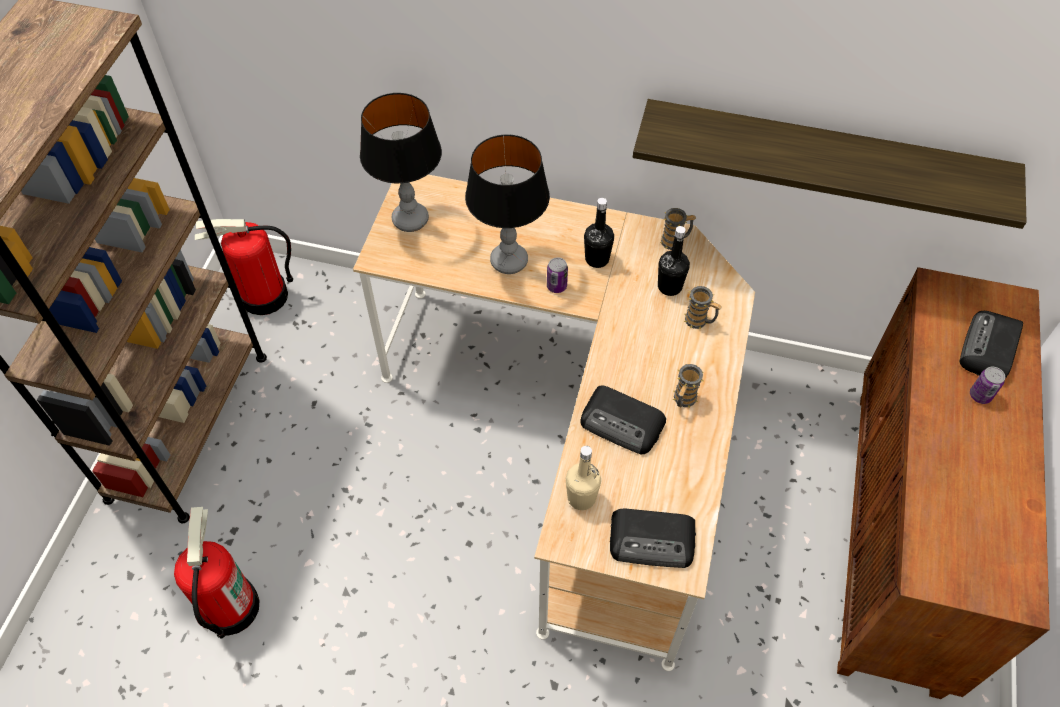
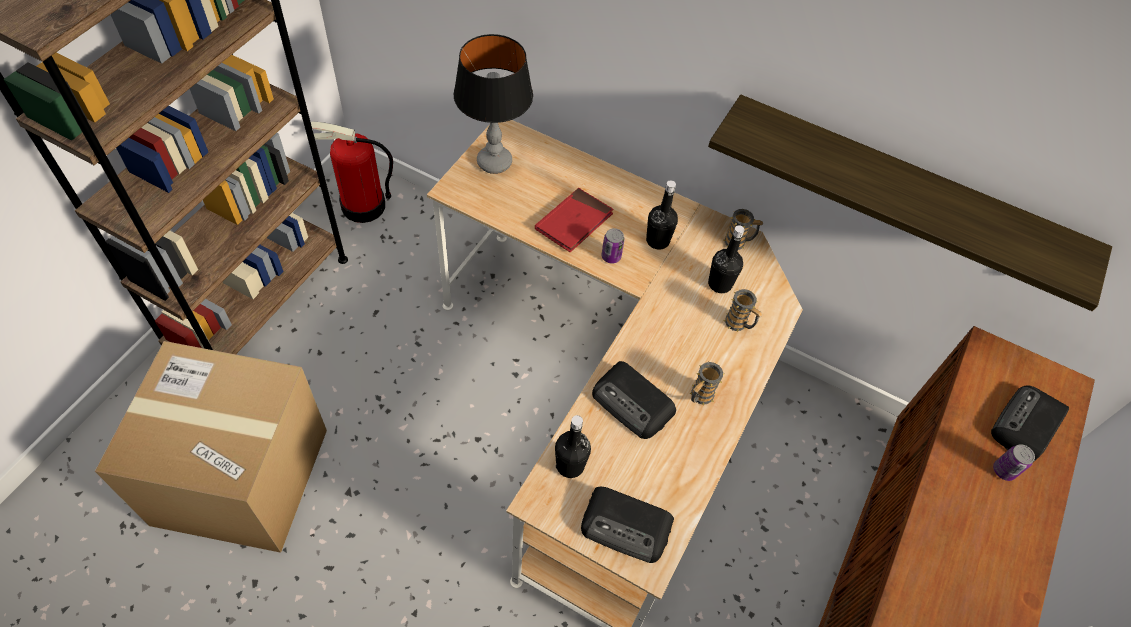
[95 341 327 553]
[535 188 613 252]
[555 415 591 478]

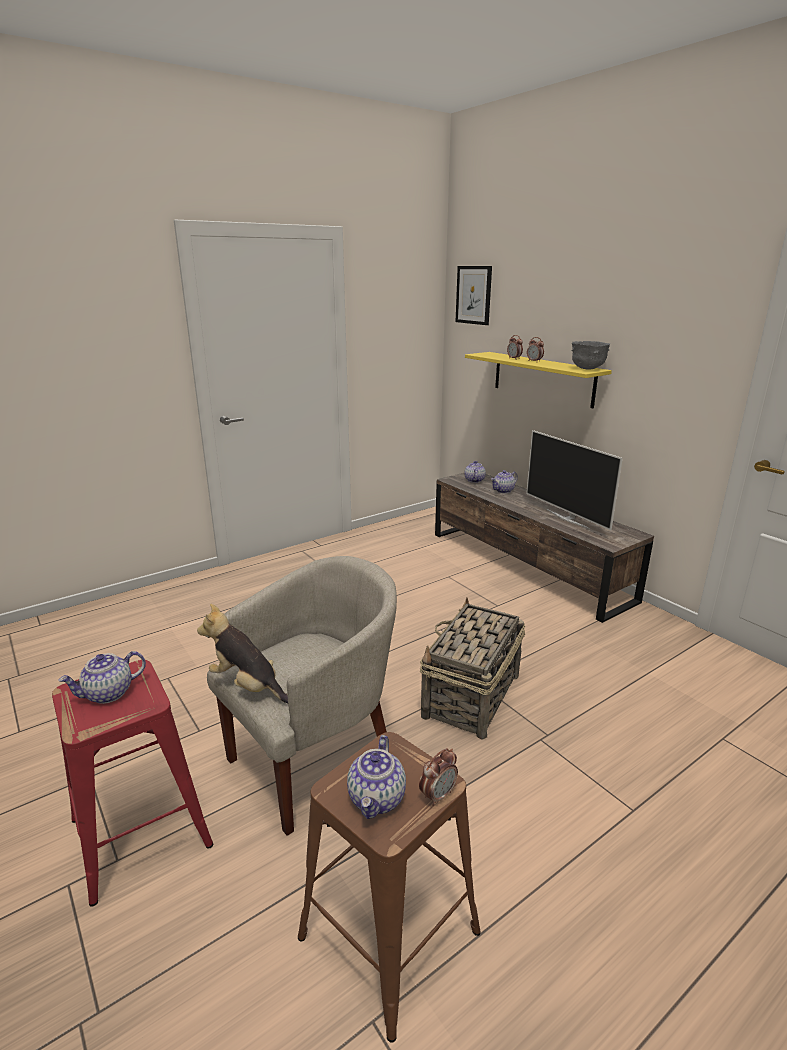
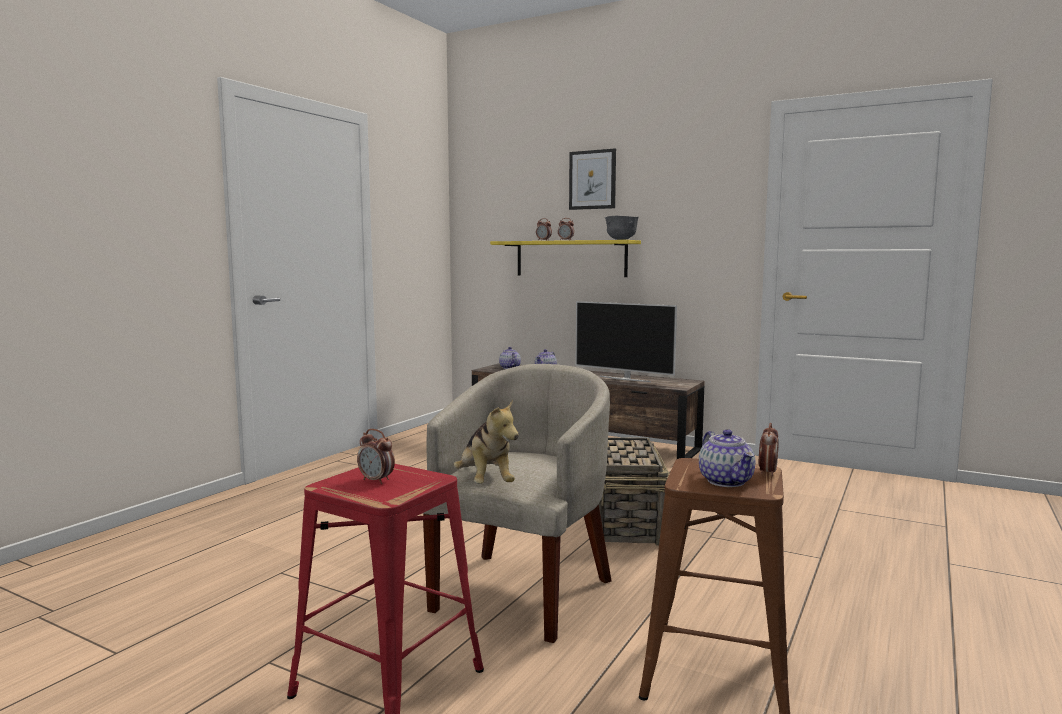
[569 149 616 210]
[357 429 395 484]
[454 400 519 484]

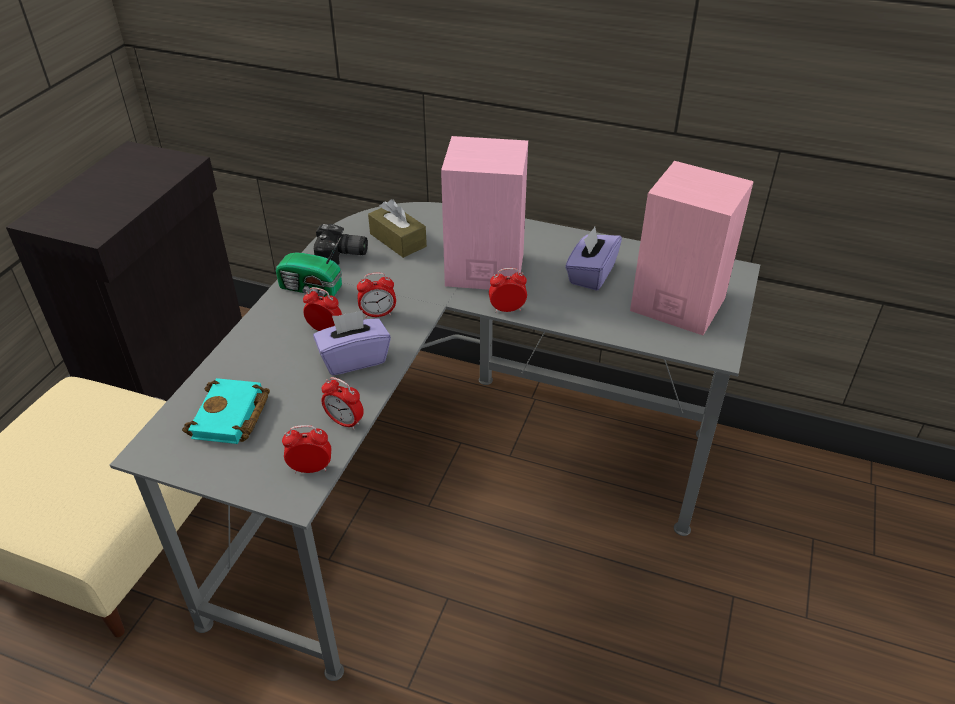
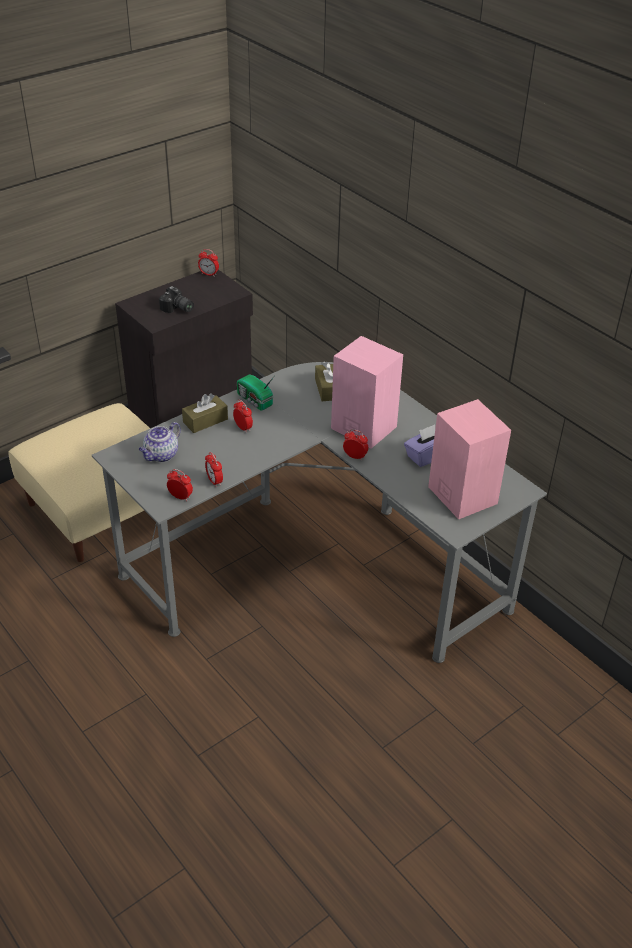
[313 310 391 375] (first image)
[182 393 228 433]
[159 286 194 313]
[198 249 219 277]
[139 422 181 462]

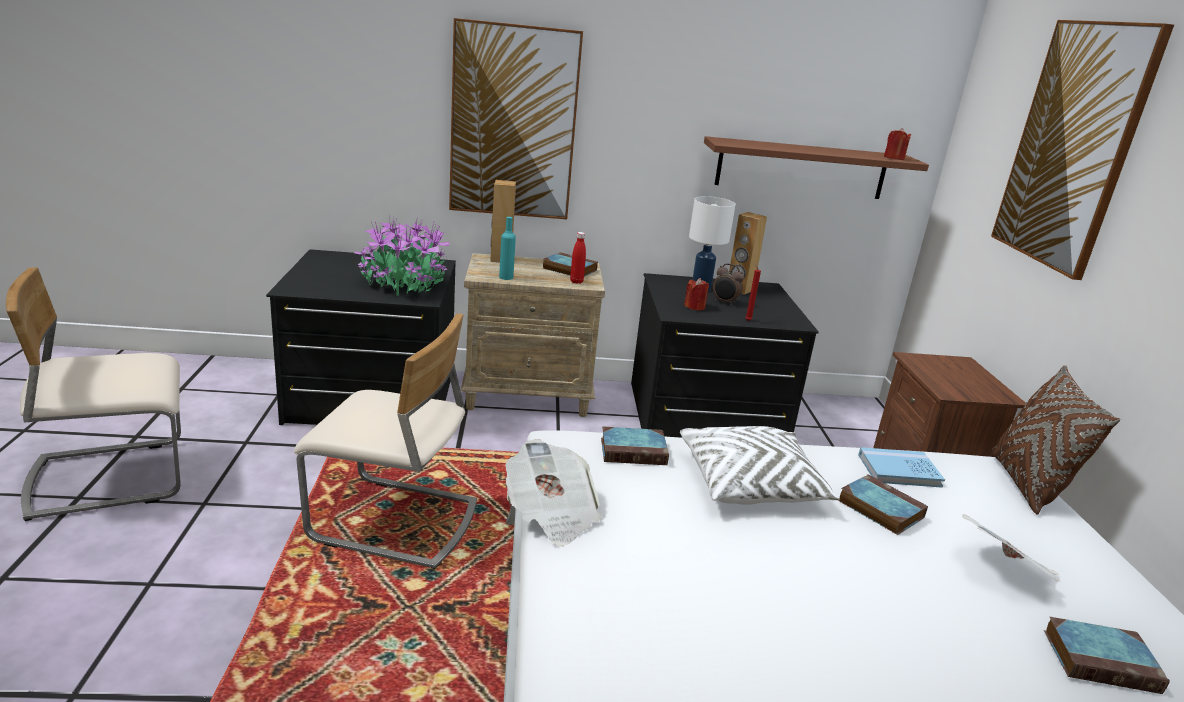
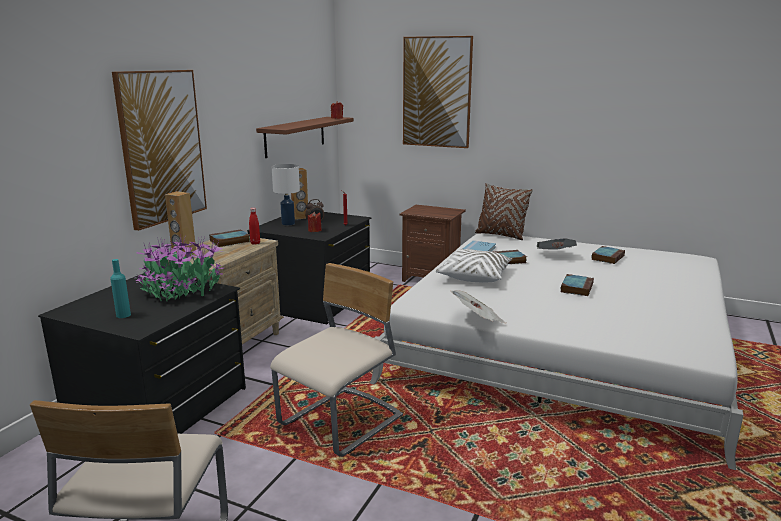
[110 259 131 318]
[561 274 594 296]

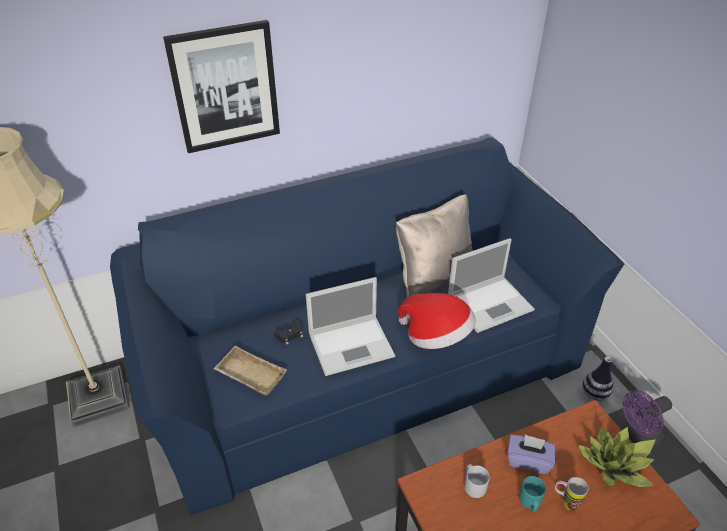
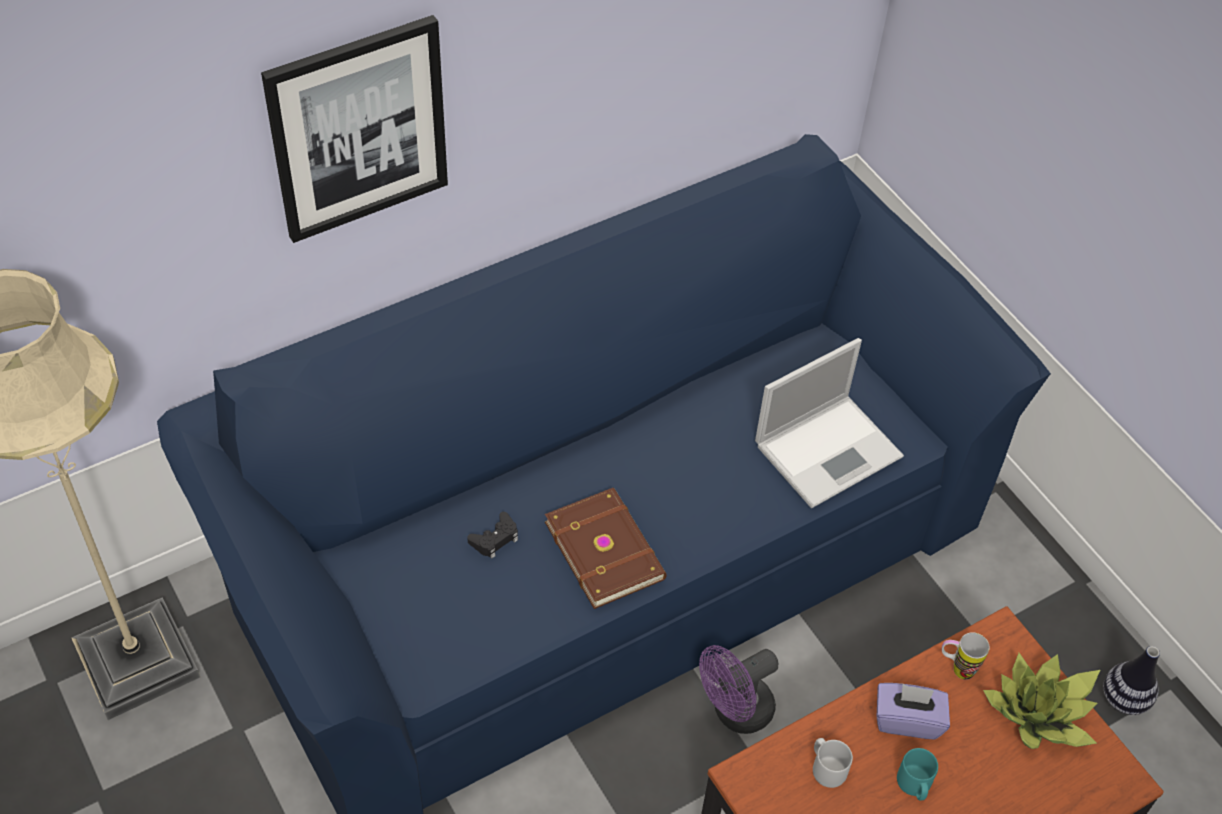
[213 345 287 396] (first image)
[396 194 473 298] (first image)
[398 293 476 349] (first image)
[942 632 990 680]
[1103 646 1160 715]
[699 645 778 734]
[545 488 667 609]

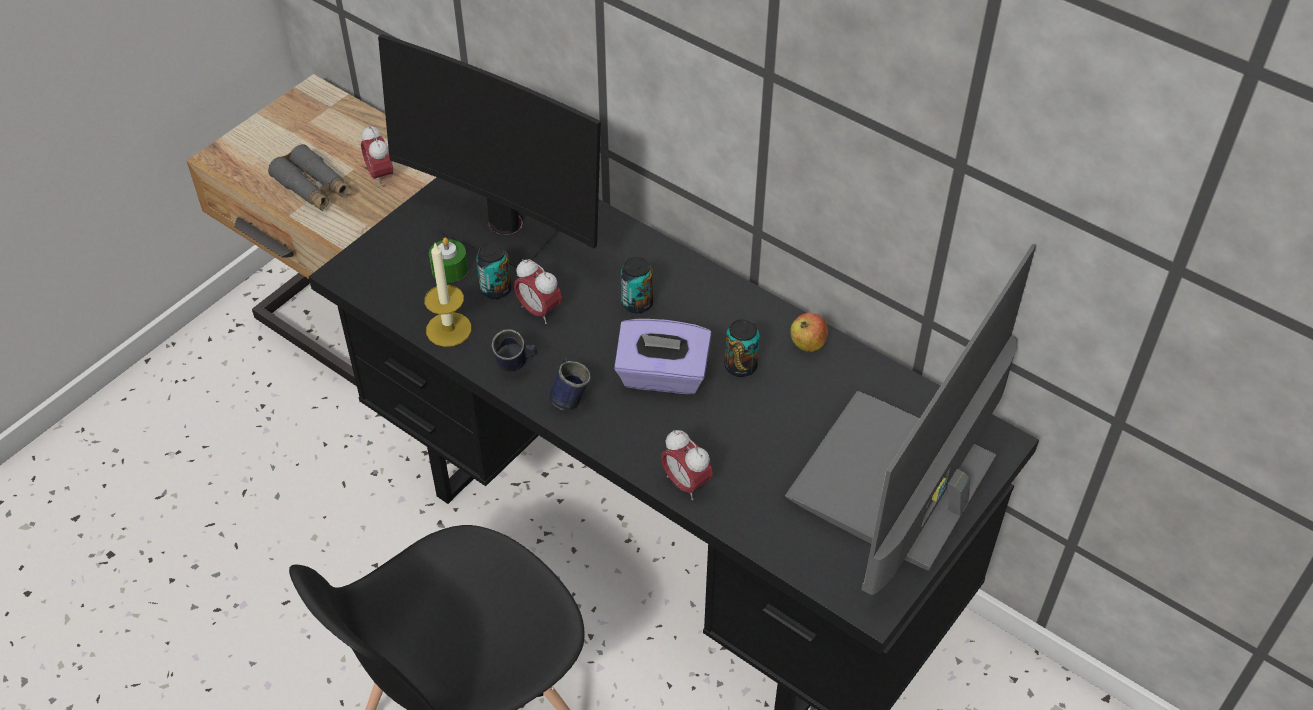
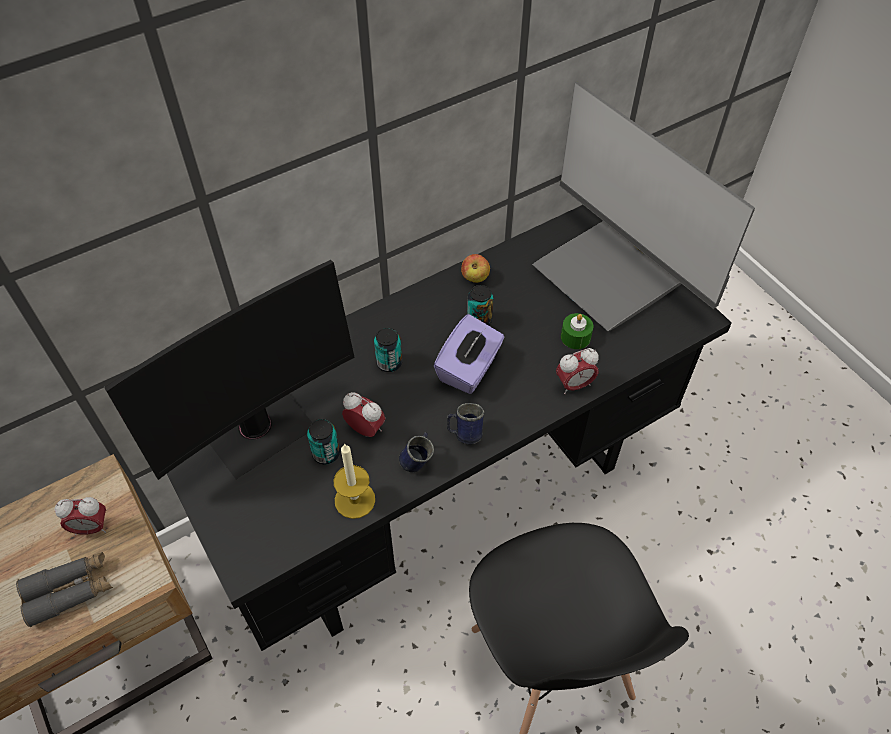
[561 313 593 349]
[342 392 385 437]

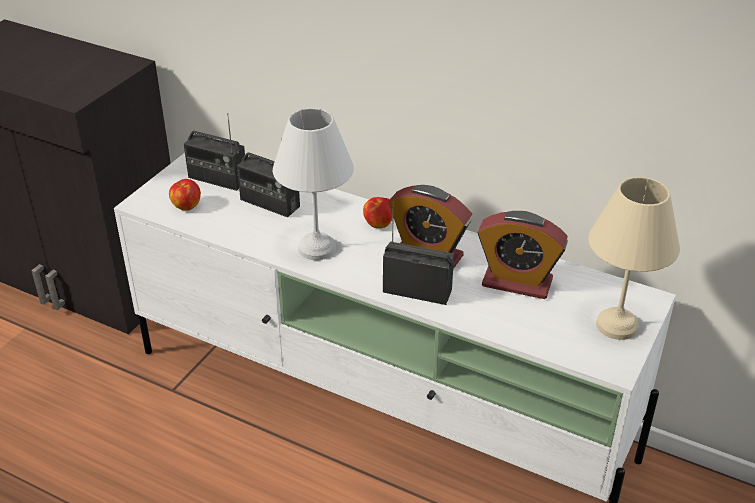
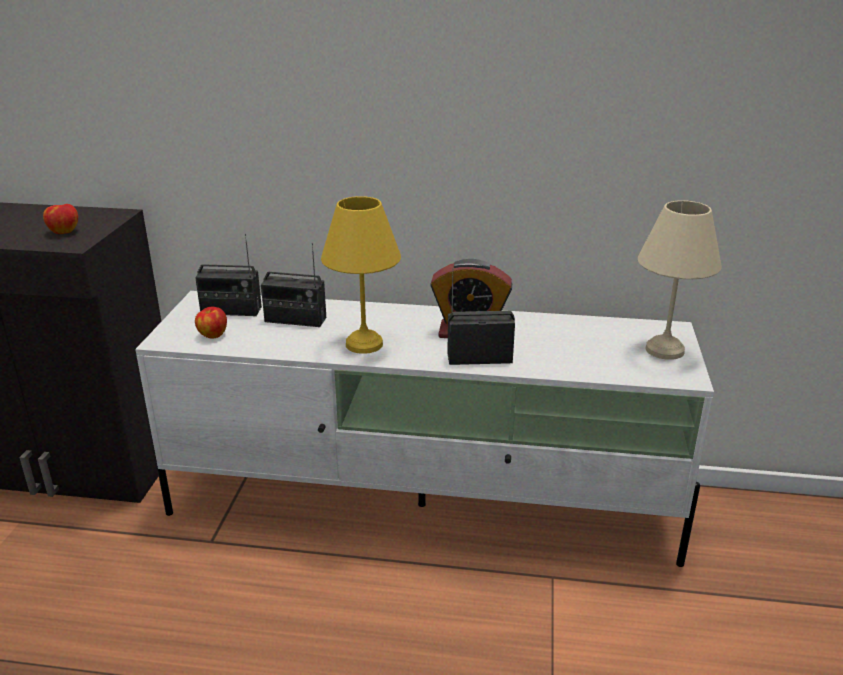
[478 211 568 299] (first image)
[43 204 78 234]
[321 196 401 354]

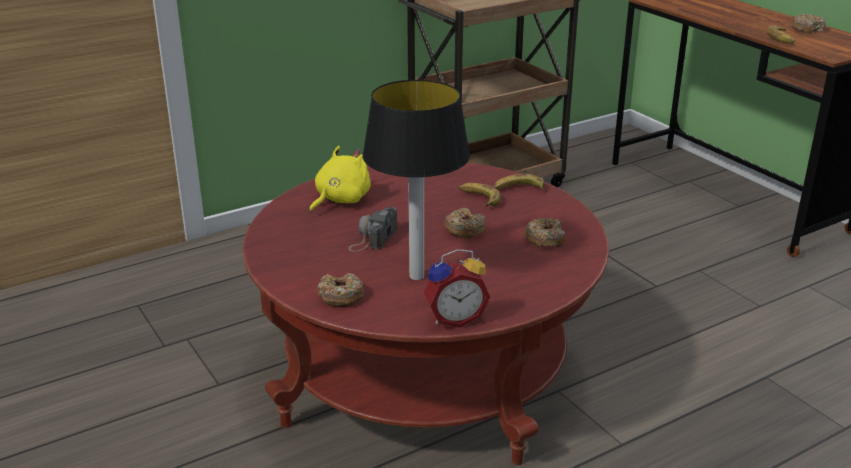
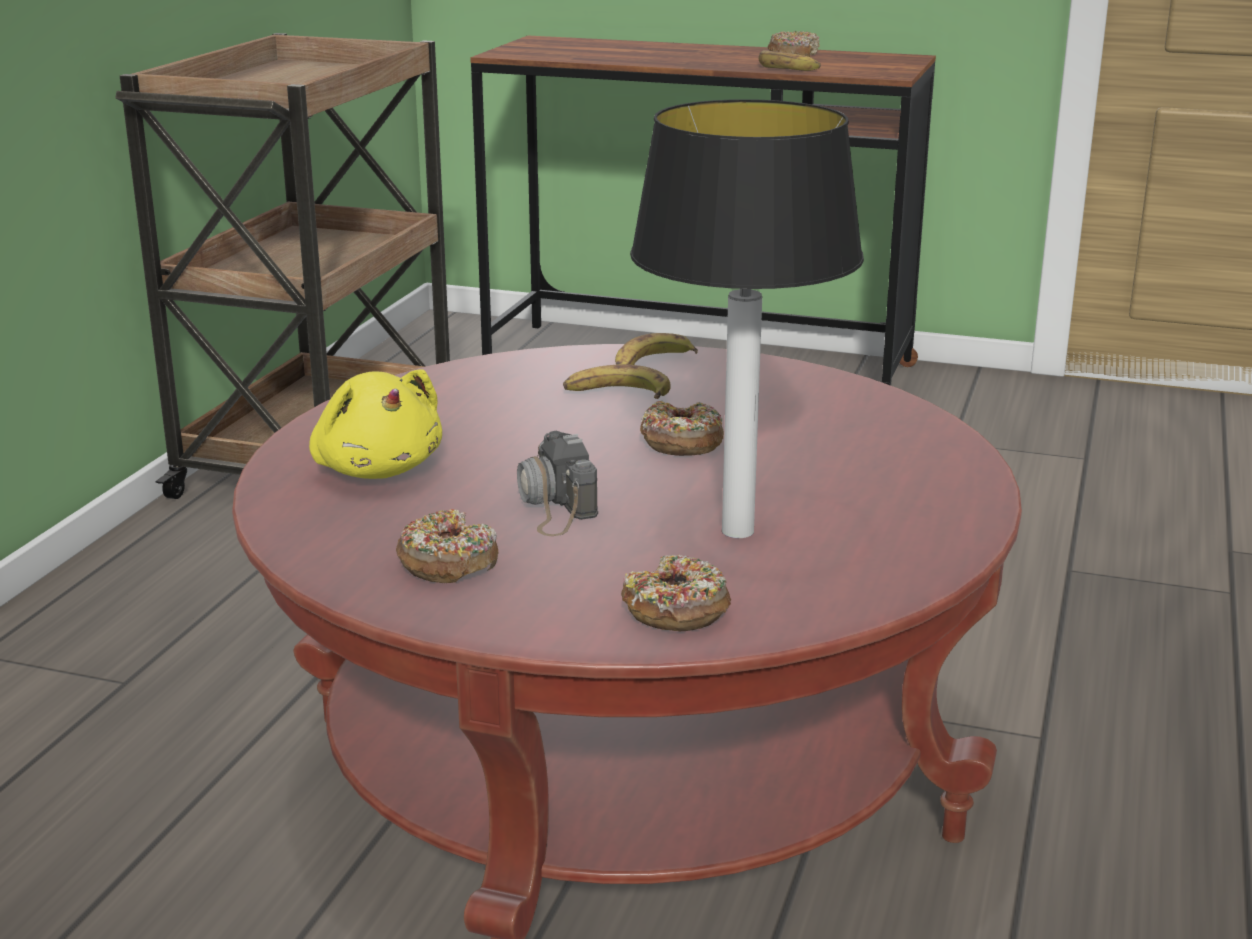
[424 249 490 328] (first image)
[396 509 499 583]
[309 370 442 479]

